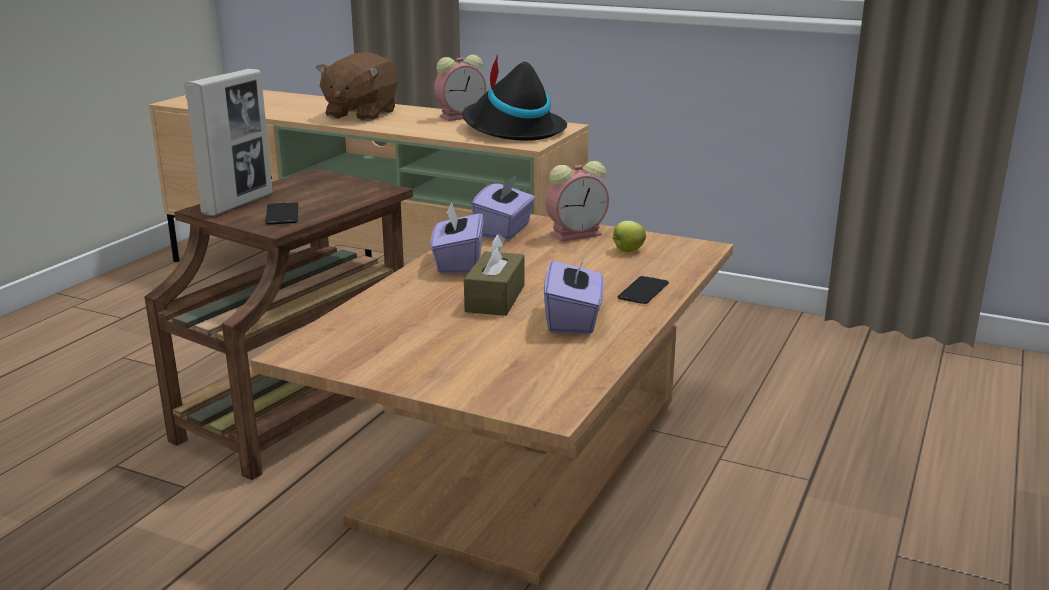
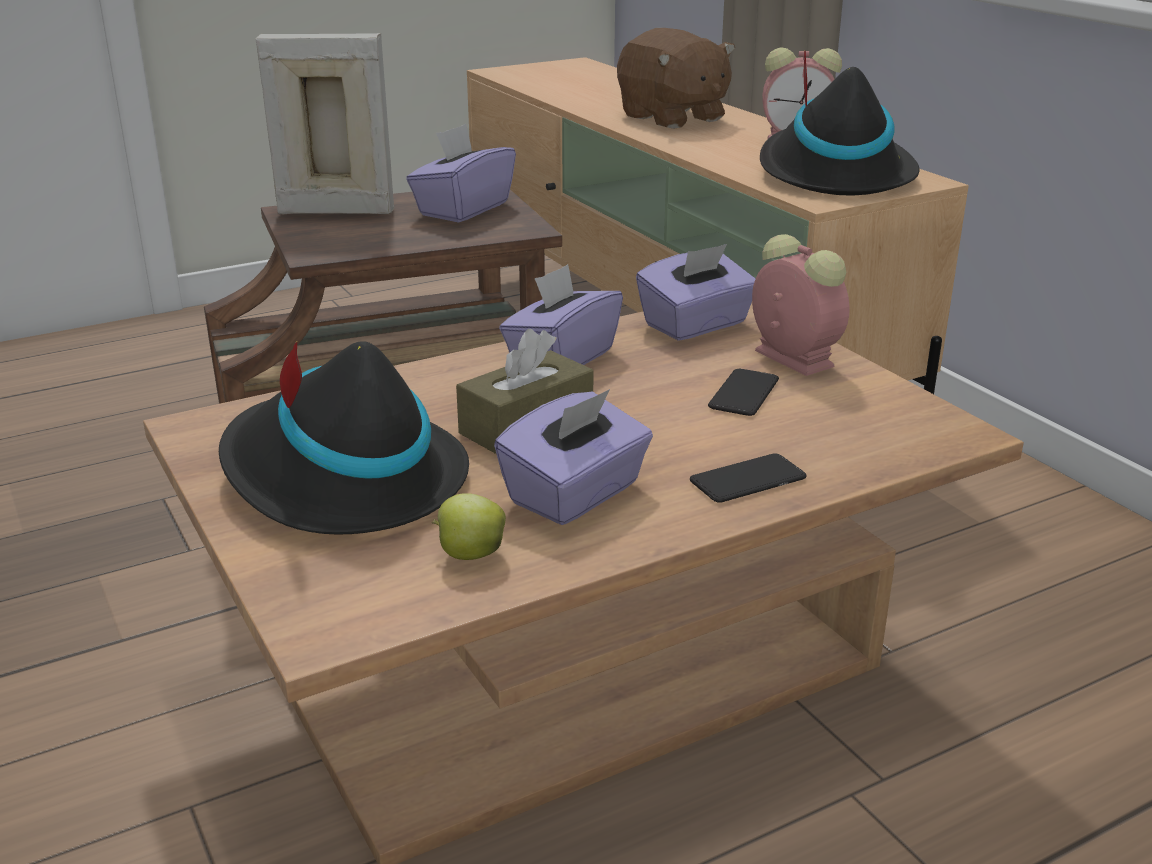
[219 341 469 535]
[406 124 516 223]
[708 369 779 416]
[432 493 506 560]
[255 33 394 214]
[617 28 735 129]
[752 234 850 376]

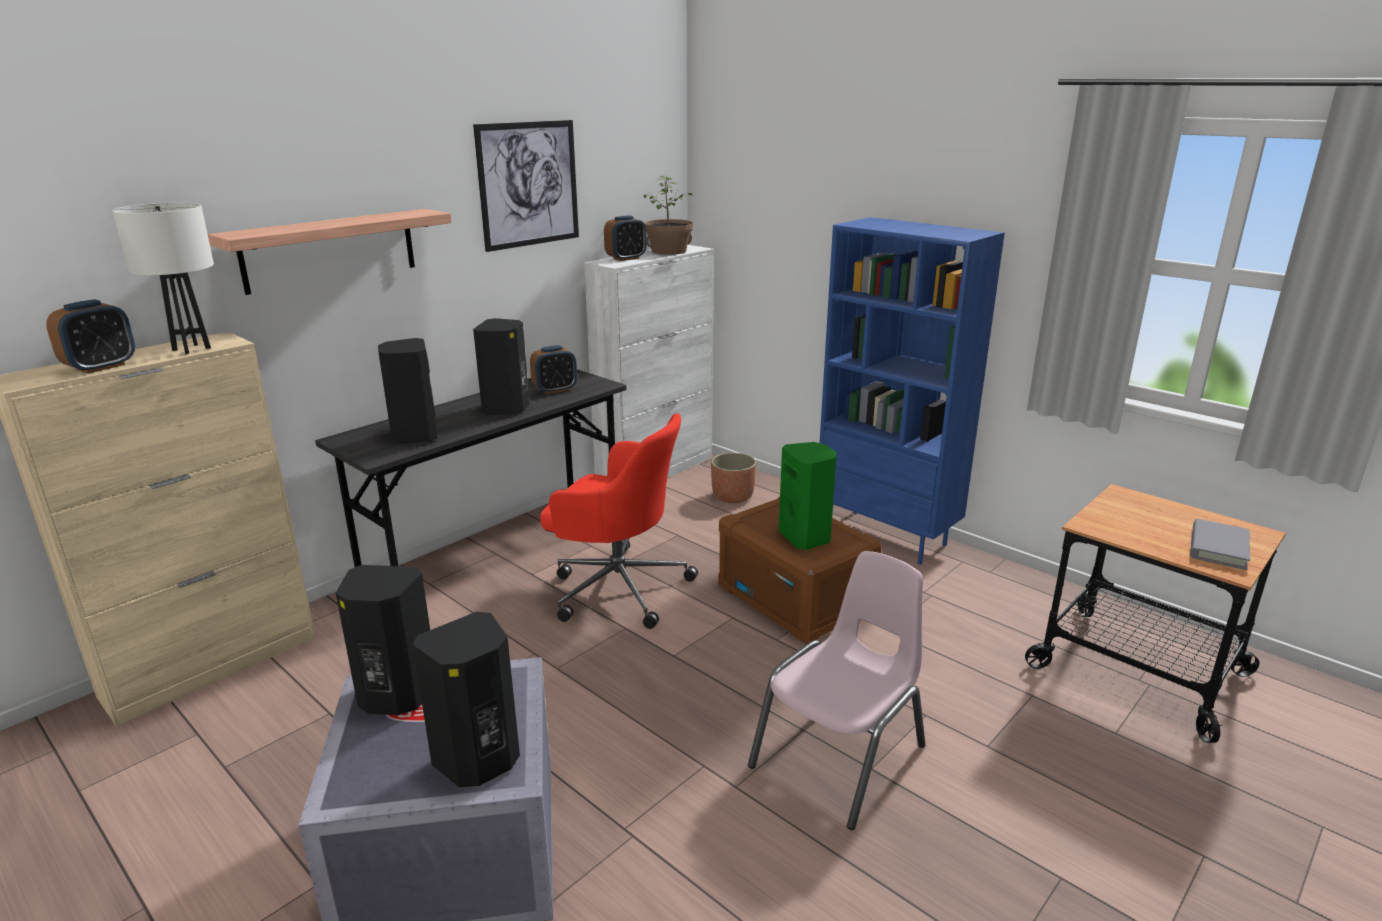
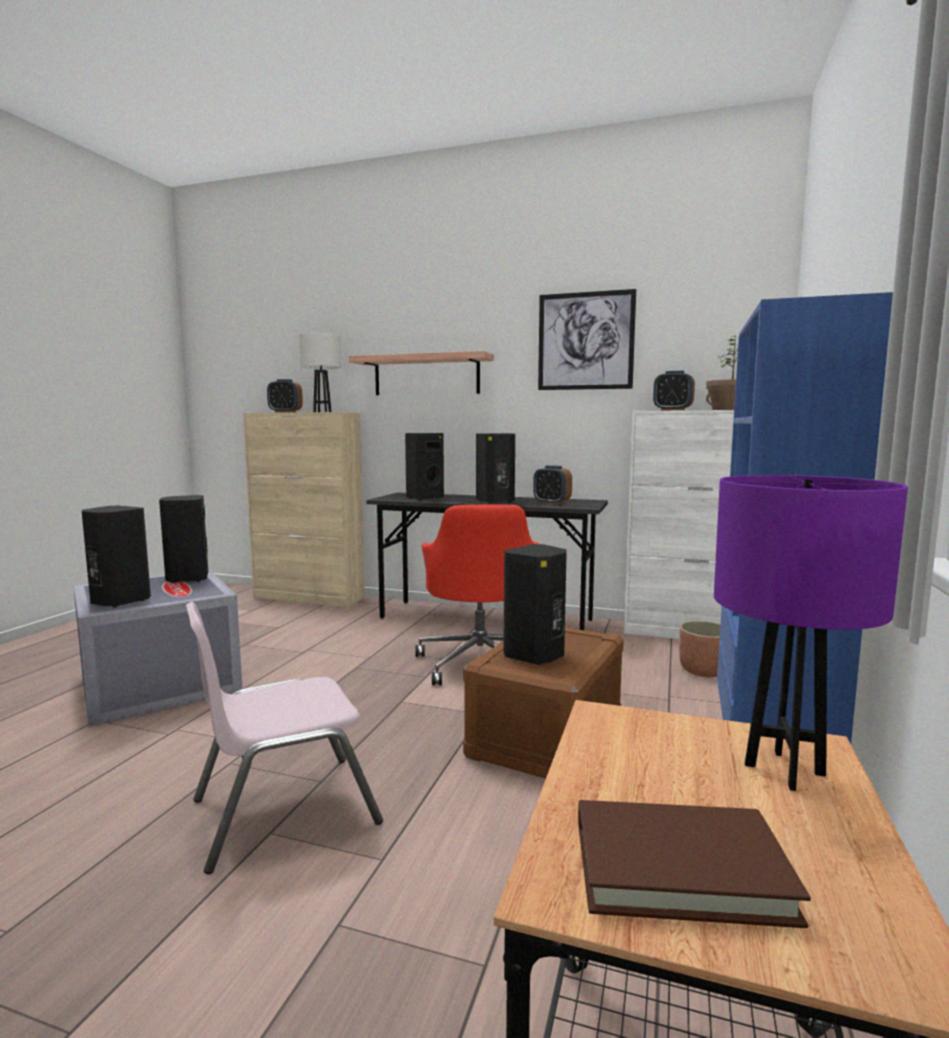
[714 475 908 791]
[503 544 567 665]
[578 800 811 928]
[186 602 383 874]

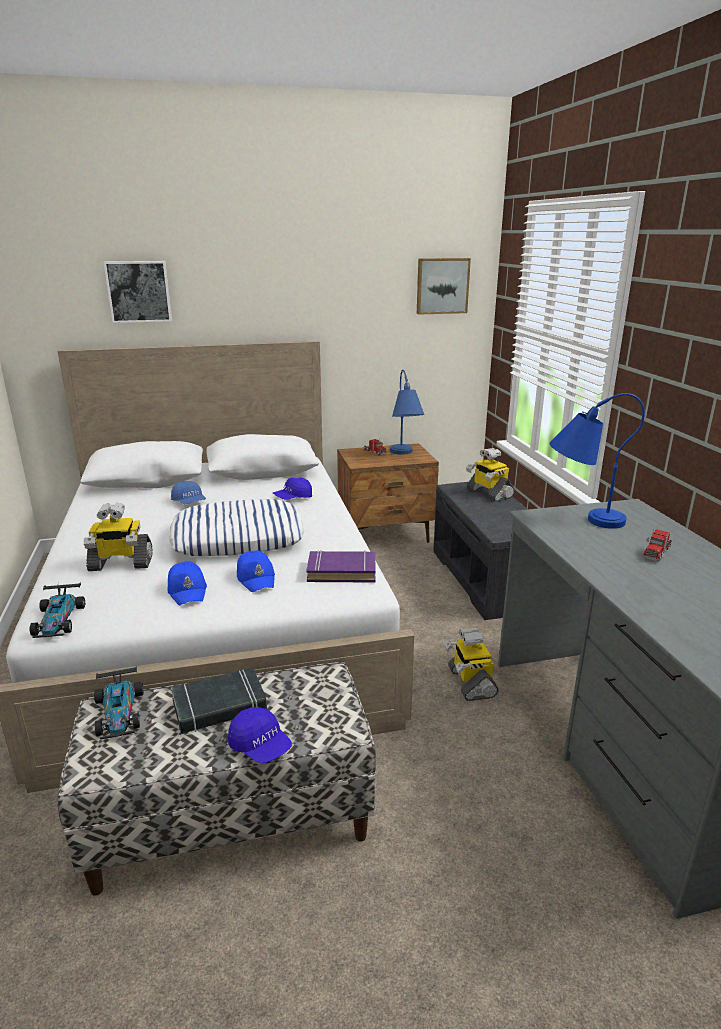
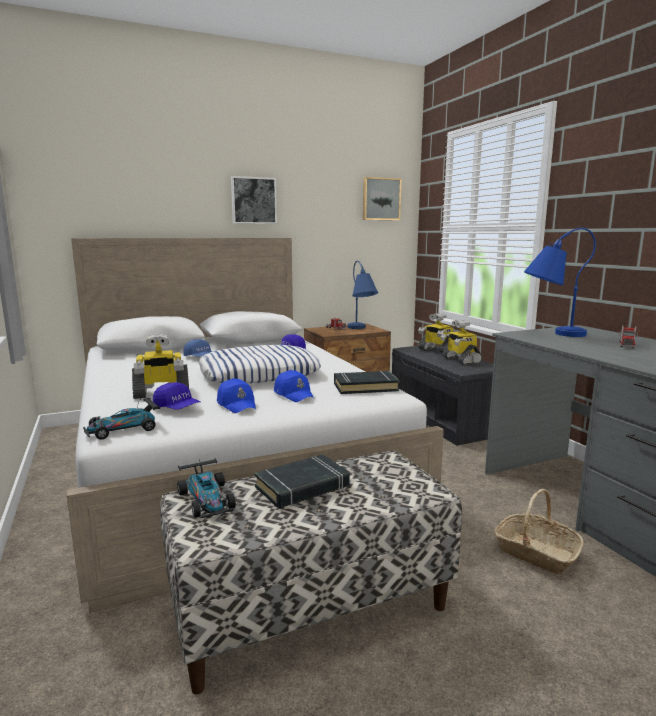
[494 489 584 574]
[231 176 277 224]
[153 382 201 410]
[441 320 482 365]
[334 371 399 394]
[83 397 160 440]

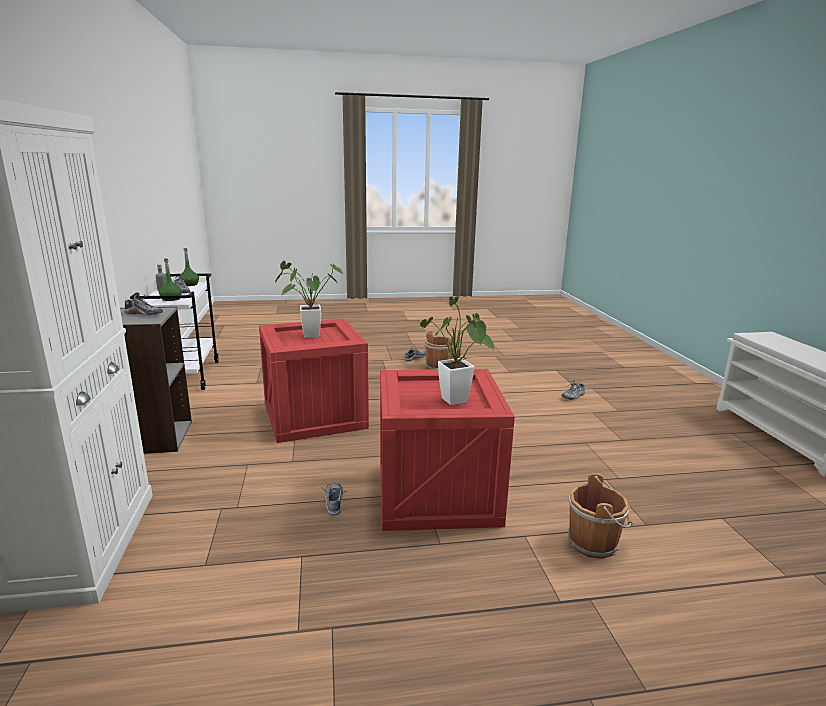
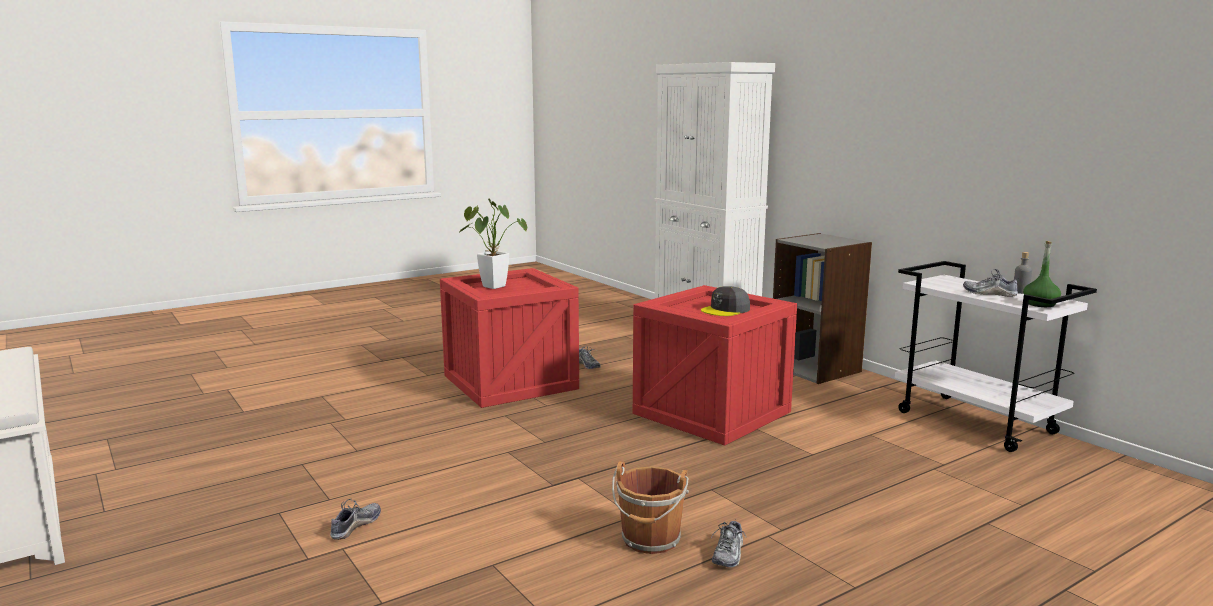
[124 293 163 316] (first image)
[159 259 182 301] (first image)
[568 473 633 559] (first image)
[701 286 750 316]

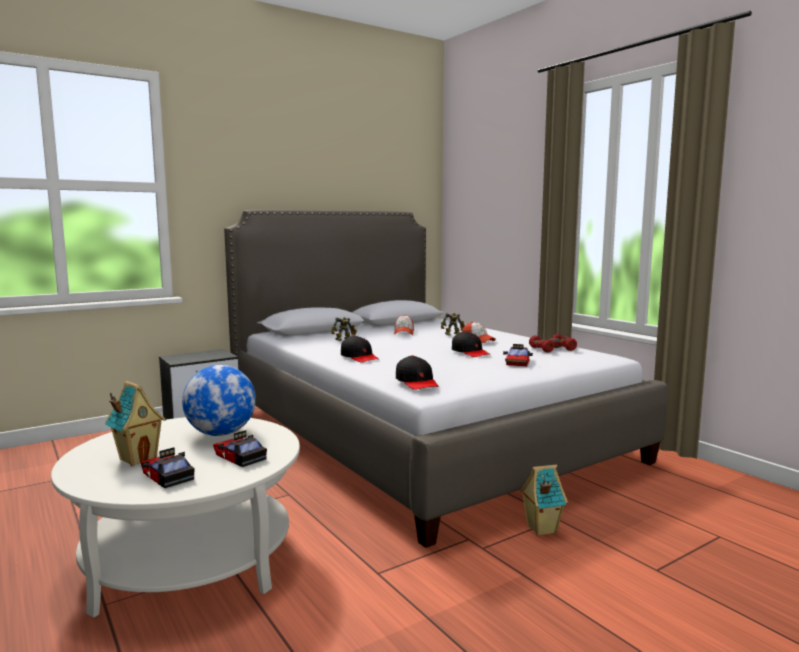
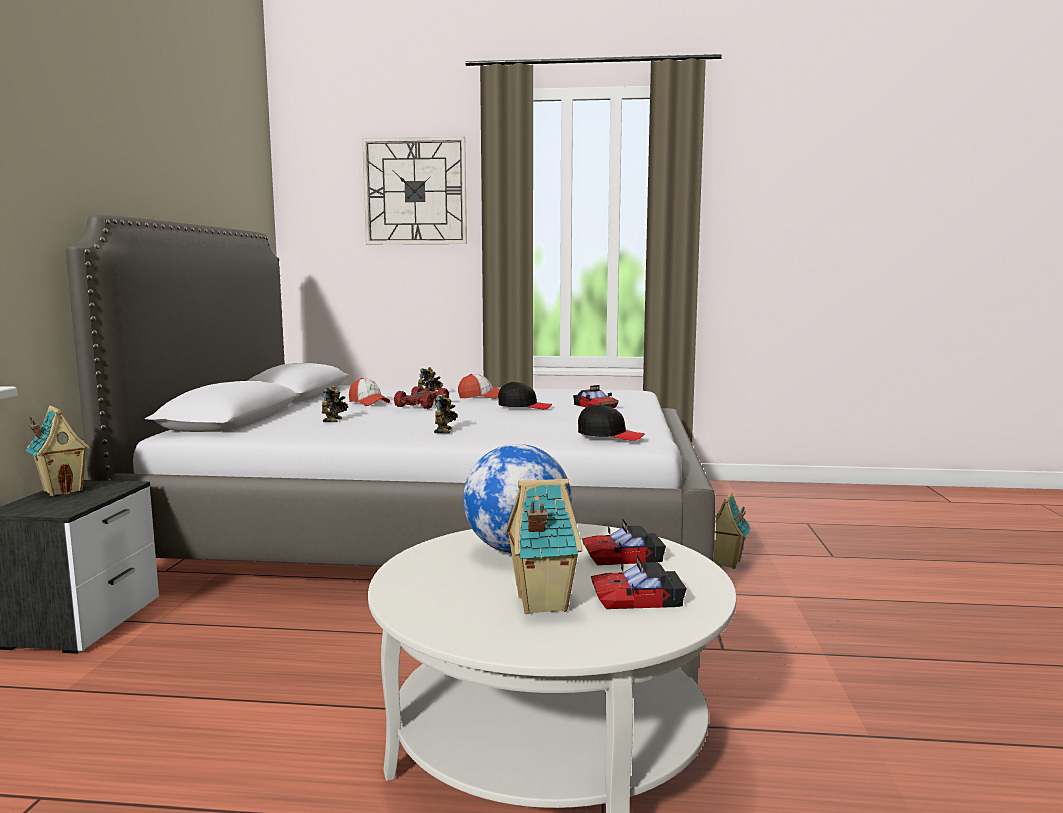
[26 406 92 496]
[362 137 467 244]
[394 386 449 409]
[434 393 458 433]

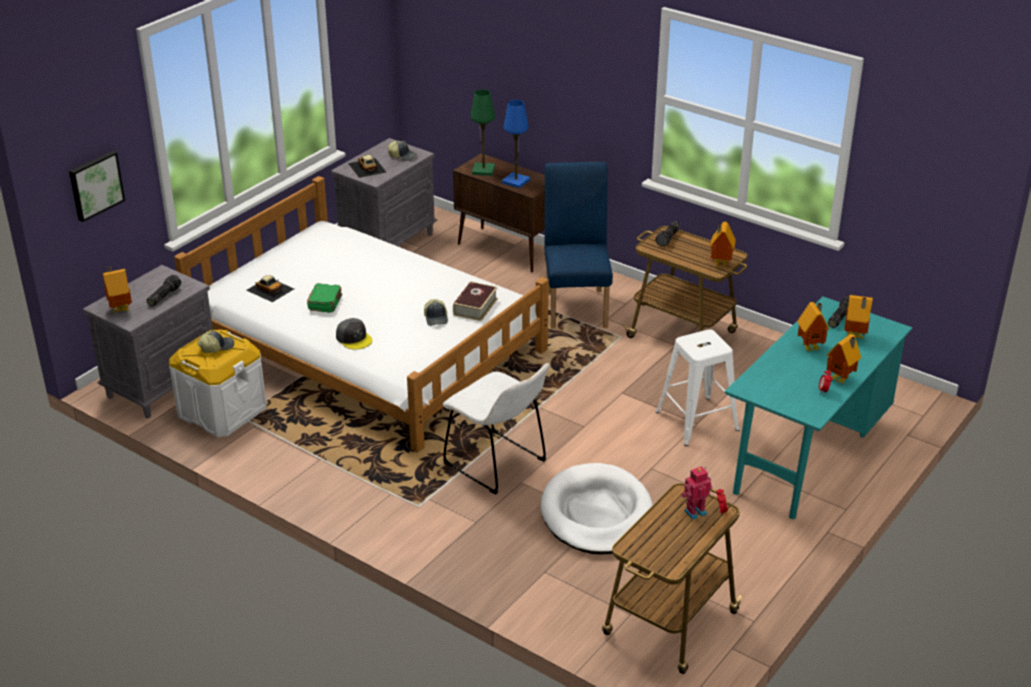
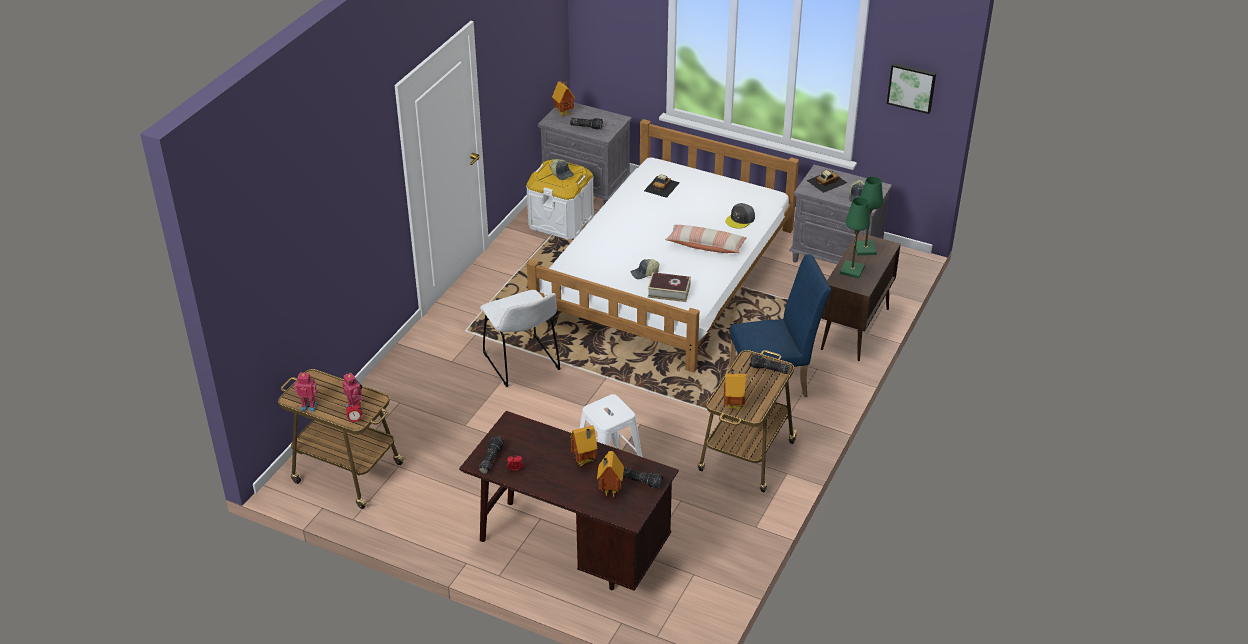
[307 283 342 313] (first image)
[541 463 653 555] (first image)
[826 334 861 384] (first image)
[294 373 319 412]
[479 436 504 474]
[665 224 746 253]
[887 63 936 114]
[726 203 755 229]
[840 197 870 278]
[459 411 679 591]
[480 290 560 387]

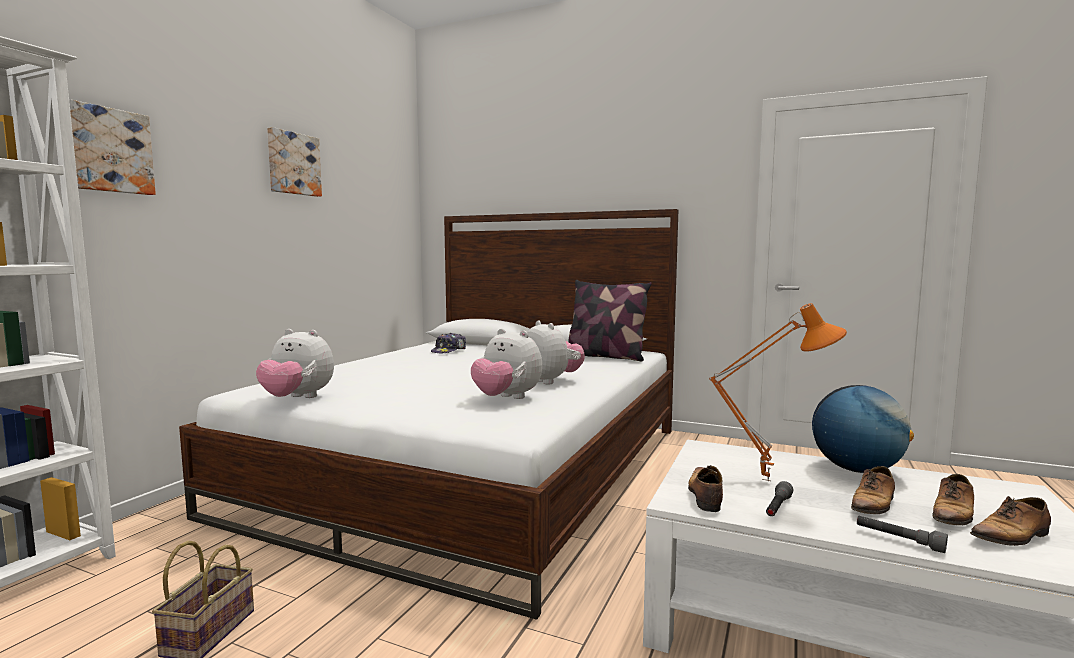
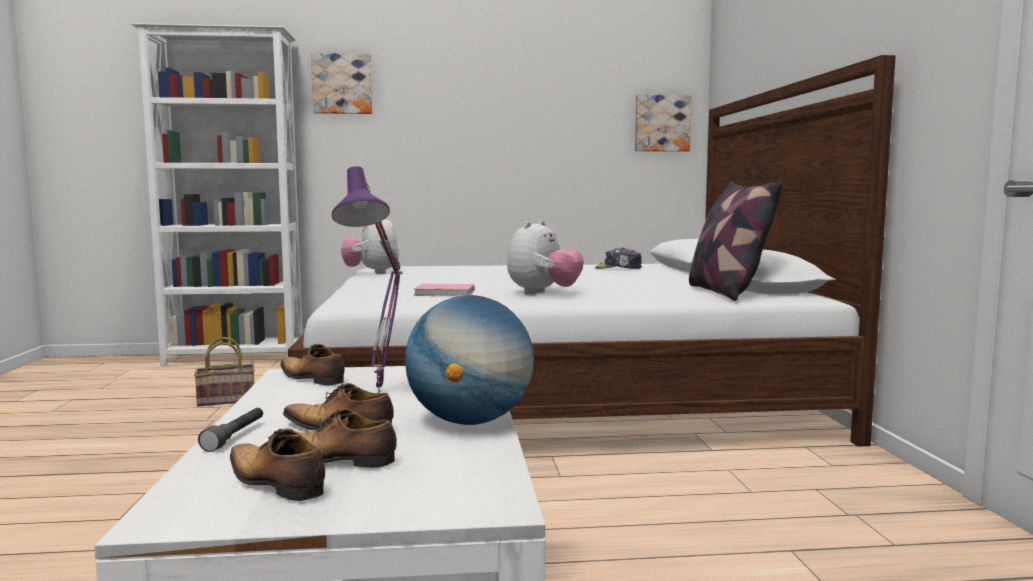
[766 481 793 516] (first image)
[635 94 692 152]
[413 284 474 296]
[332 166 403 393]
[280 344 345 385]

